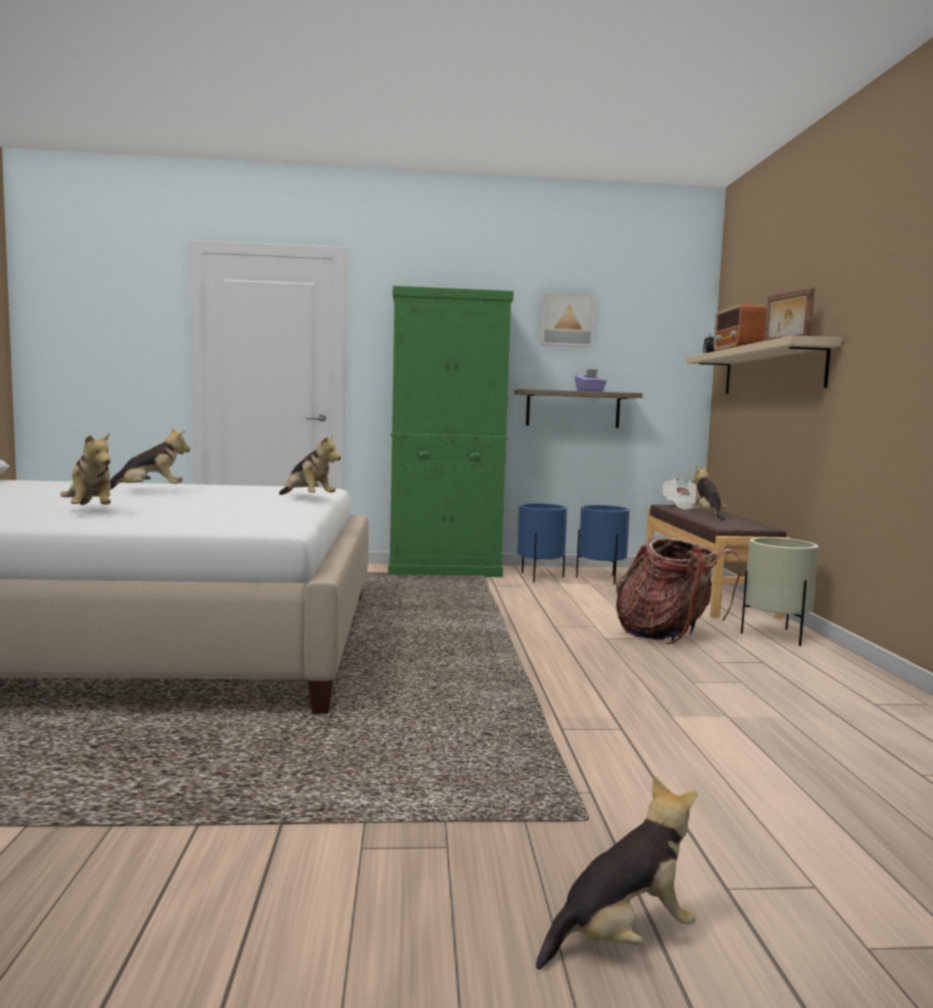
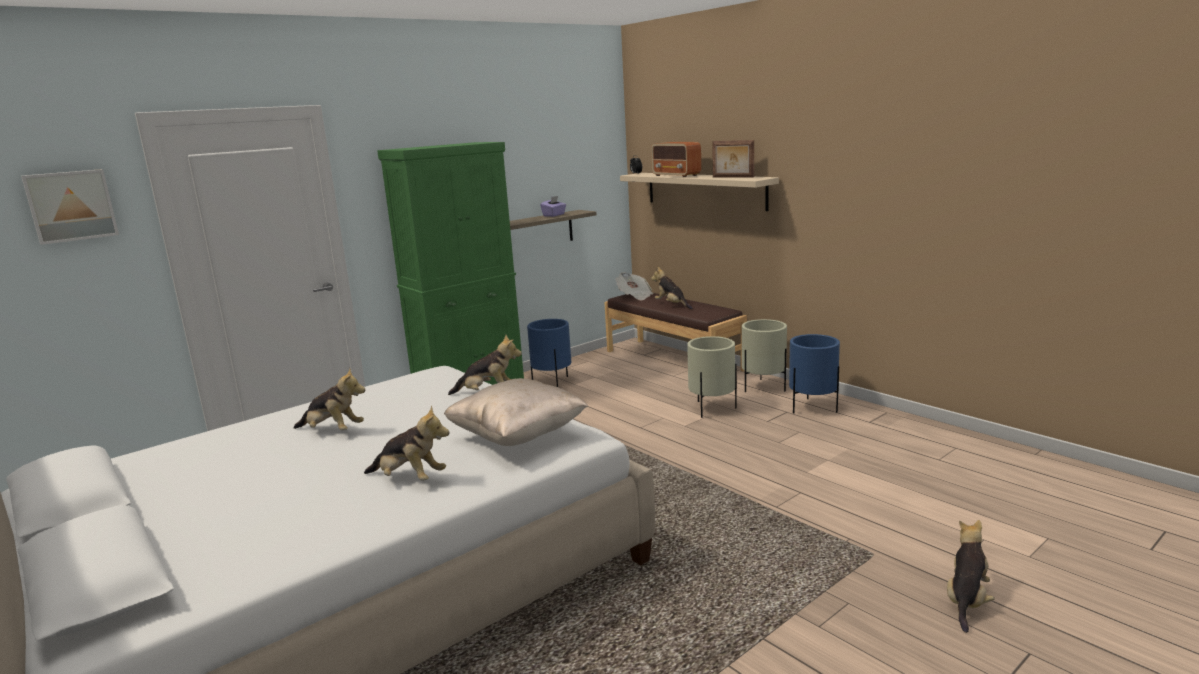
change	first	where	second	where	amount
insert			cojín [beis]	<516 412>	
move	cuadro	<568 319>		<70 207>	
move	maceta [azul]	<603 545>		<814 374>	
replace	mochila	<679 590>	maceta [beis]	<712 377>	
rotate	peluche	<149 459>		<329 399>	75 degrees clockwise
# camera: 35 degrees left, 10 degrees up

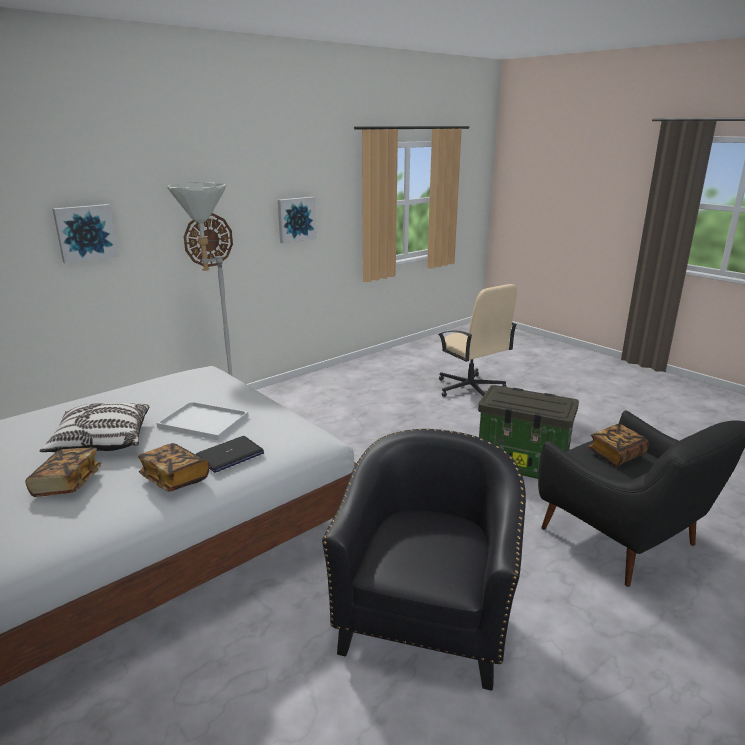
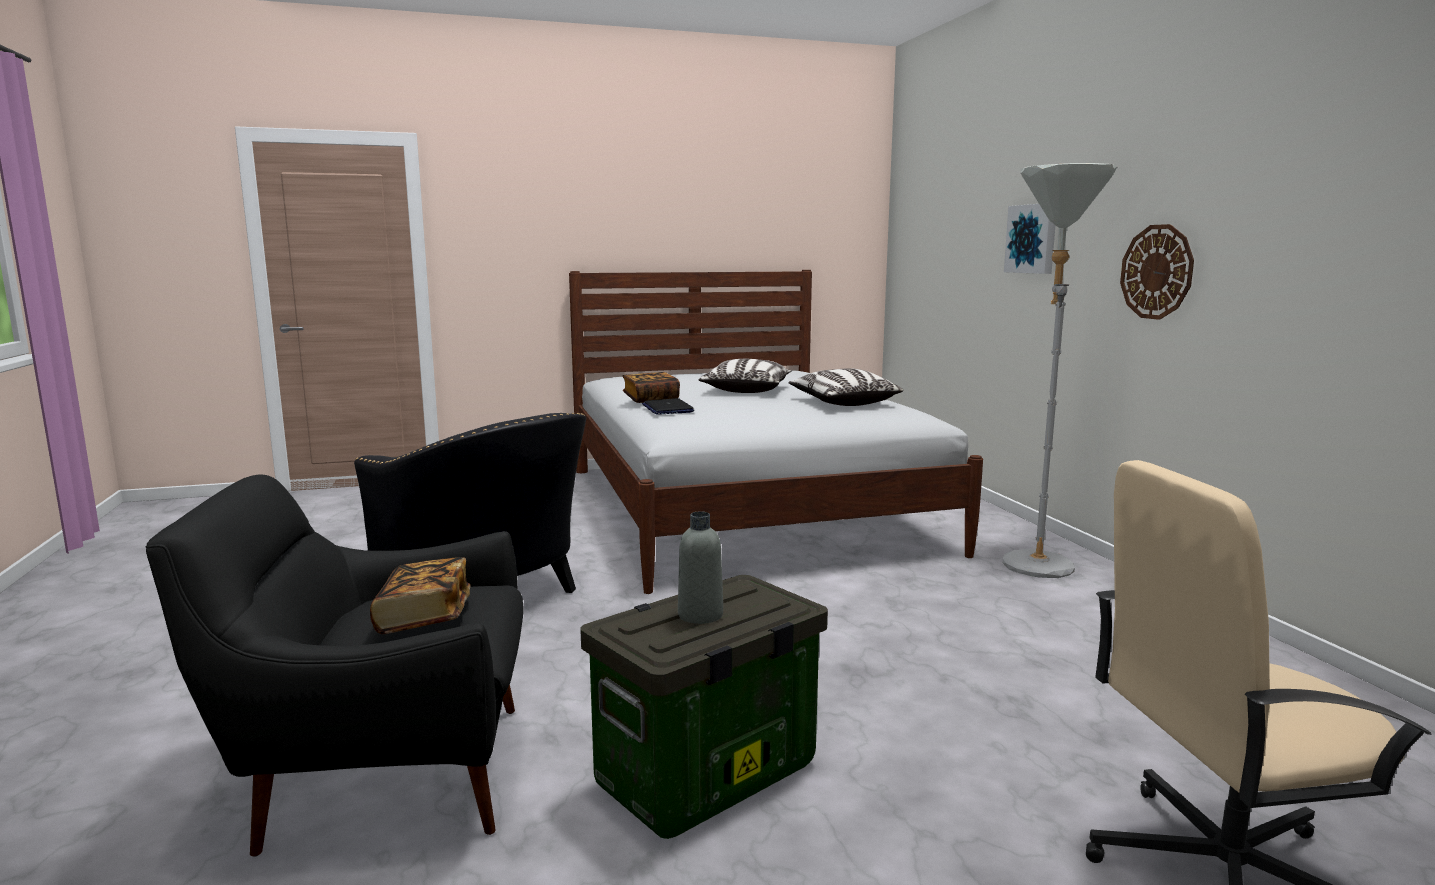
change	first	where	second	where	amount
delete	libro	<63 472>			
delete	bandeja [blanco]	<203 420>			
delete	cuadro	<297 220>			
insert			botella [gris]	<700 567>	
insert			cojín	<845 387>	
# camera: 115 degrees right, 10 degrees down

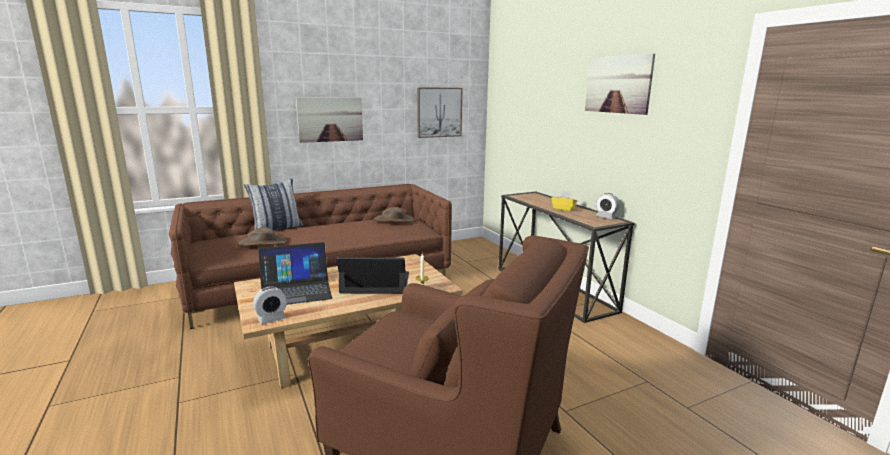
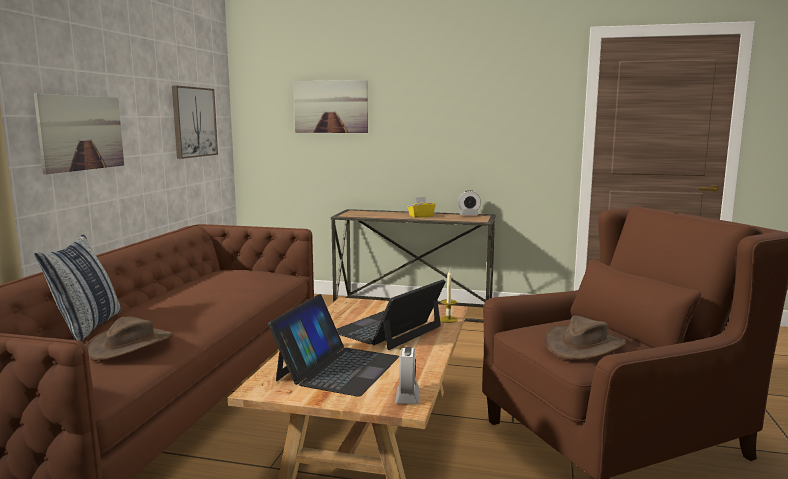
change	first	where	second	where	amount
move	sombrero [marrón]	<393 214>		<585 338>	
move	cuadro	<620 84>		<331 106>	
# camera: 50 degrees left, 5 degrees down

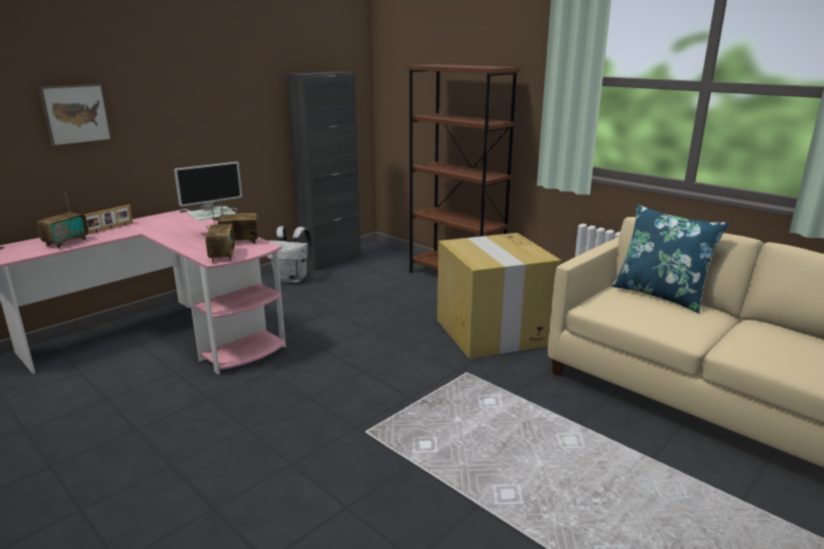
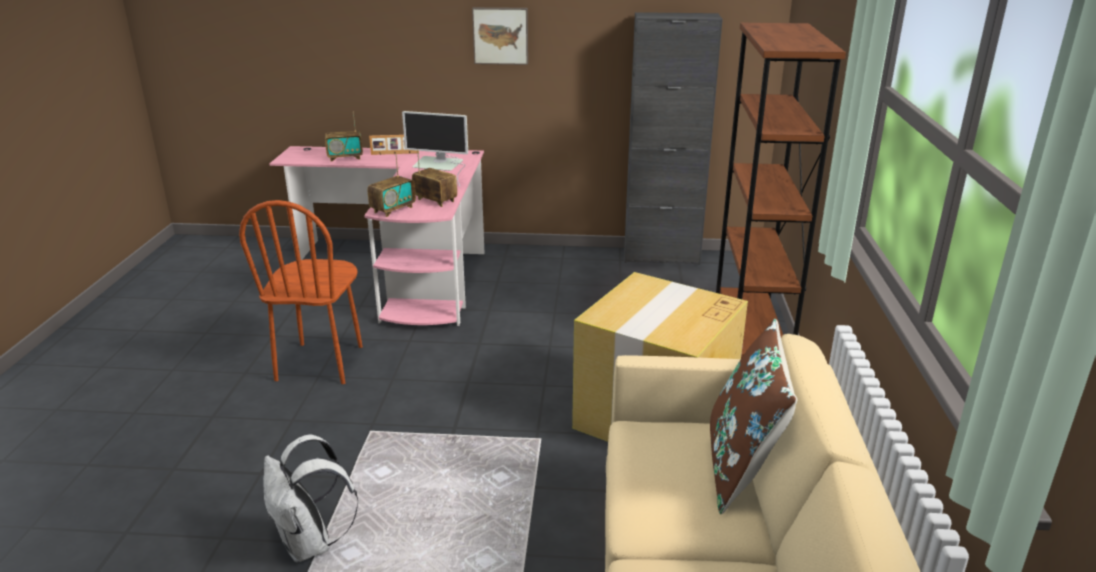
change	first	where	second	where	amount
insert			silla [marrón]	<301 292>	
move	cuadro	<75 115>		<500 36>	
move	mochila [blanco]	<289 254>		<310 498>	
recolor	cojín [azul]	<671 259>	cojín [marrón]	<753 416>	
# camera: 50 degrees right, 5 degrees up

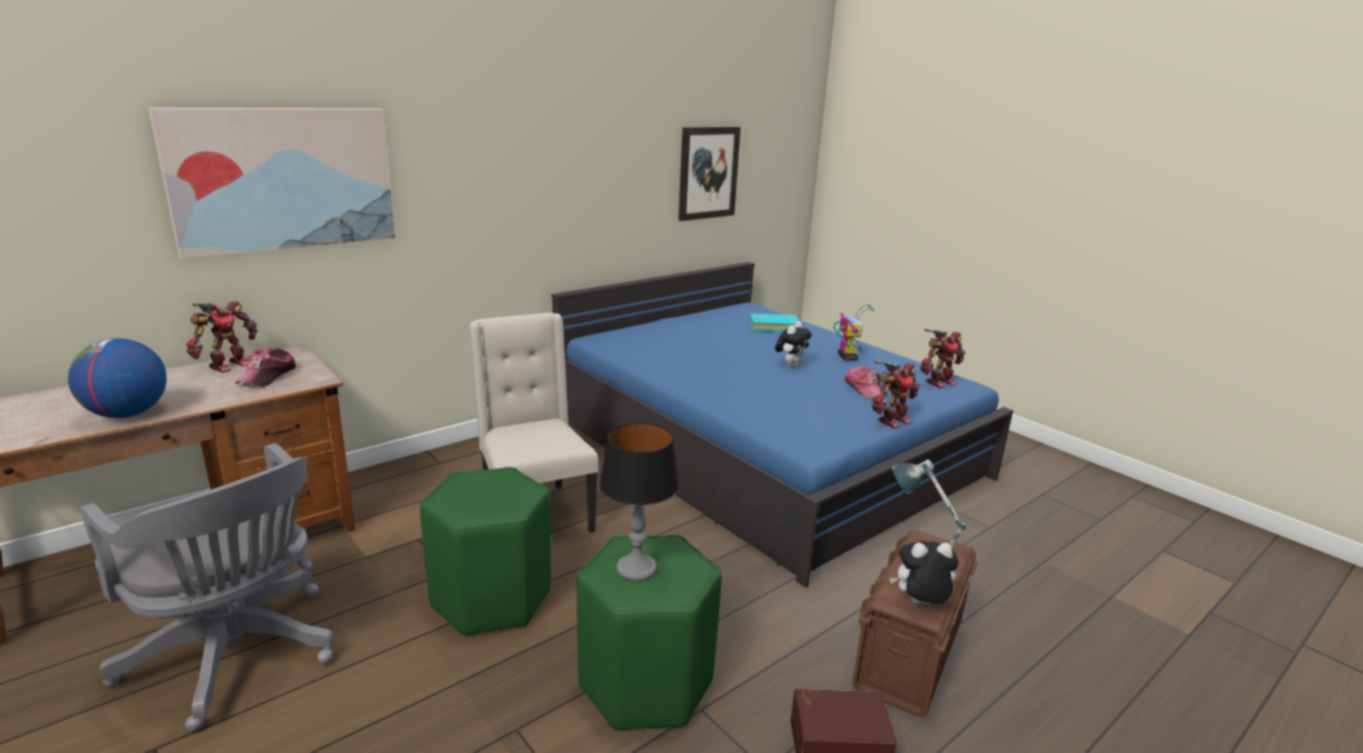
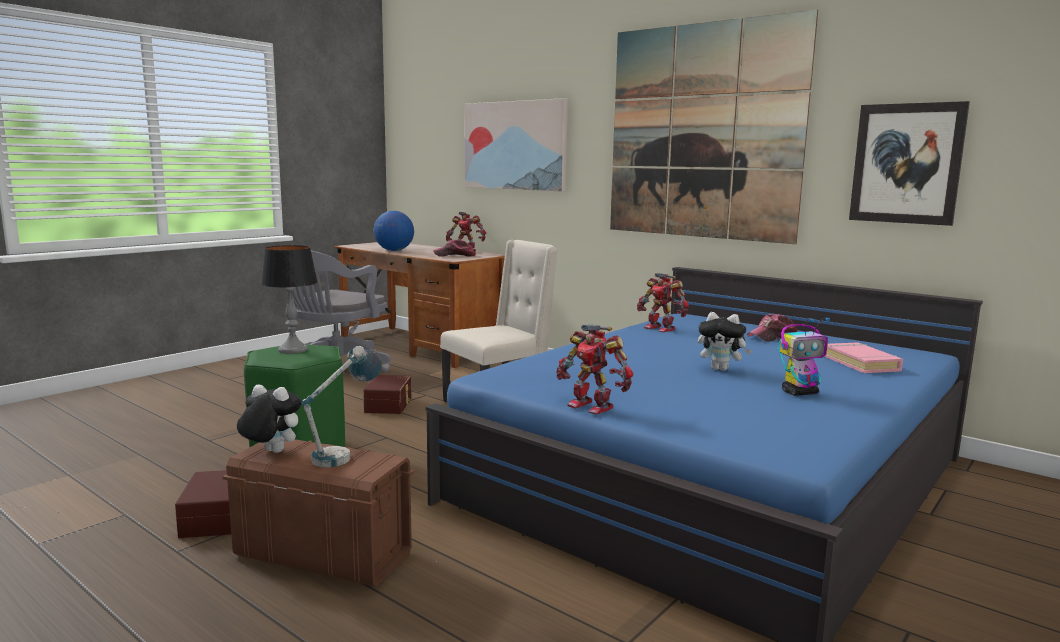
change	first	where	second	where	amount
insert			cuadro	<714 127>	
move	gorra	<866 382>		<772 328>	
move	robot de juguete	<943 358>		<663 302>	
replace	taburete [verde]	<485 551>	caja de almacenaje [marrón]	<387 394>	
recolor	libro [turquesa]	<774 322>	libro [rosa]	<863 357>	
rotate	peluche	<924 573>		<269 419>	60 degrees counterclockwise
# camera: 80 degrees right, 10 degrees down

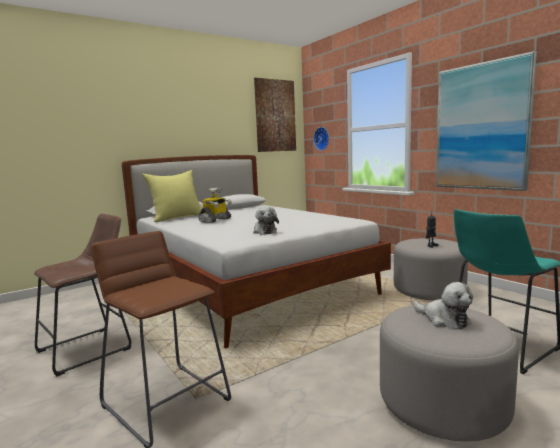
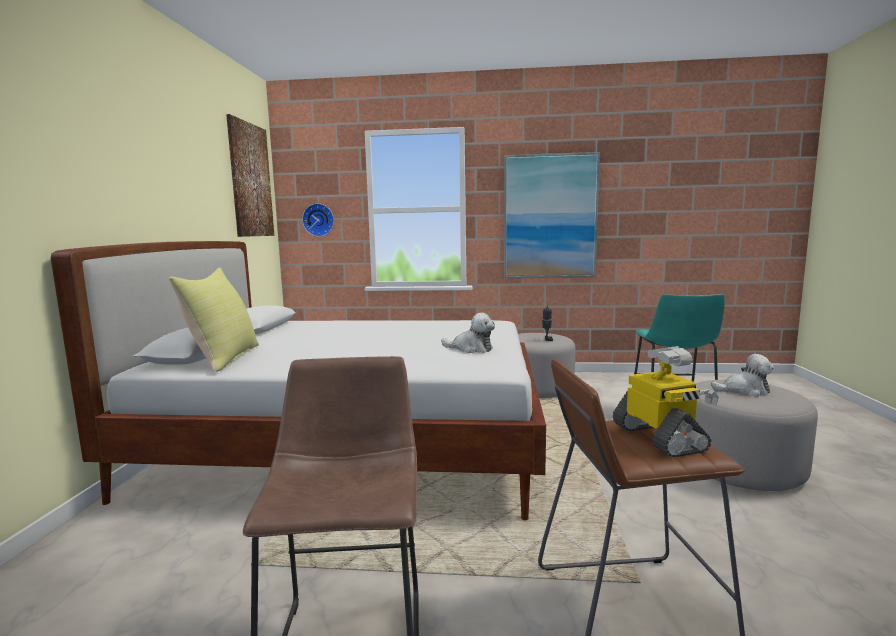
change	first	where	second	where	amount
move	robot de juguete	<215 205>		<665 401>	
# camera: 50 degrees left, 0 degrees up

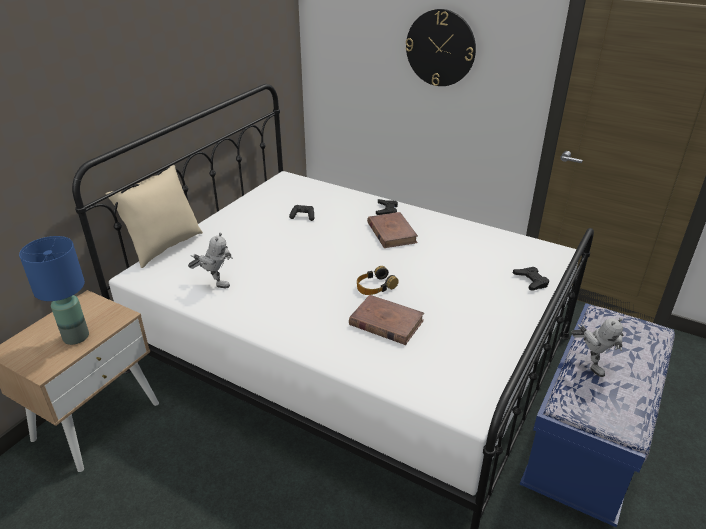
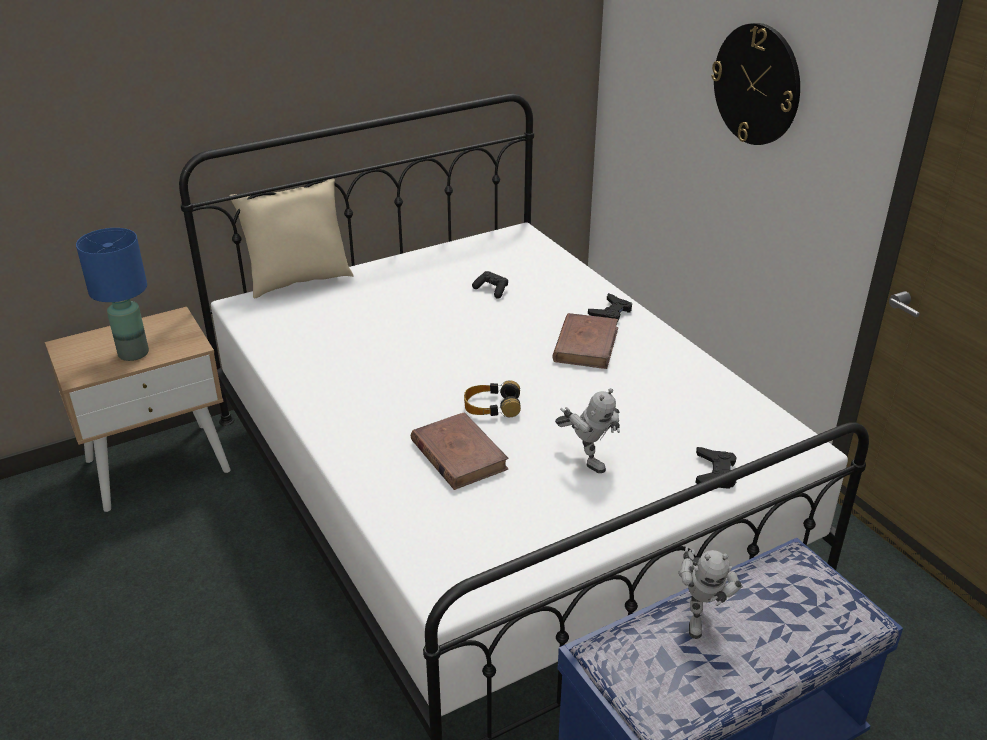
change	first	where	second	where	amount
move	robot de juguete	<210 260>		<587 430>	
# camera: 30 degrees right, 0 degrees up

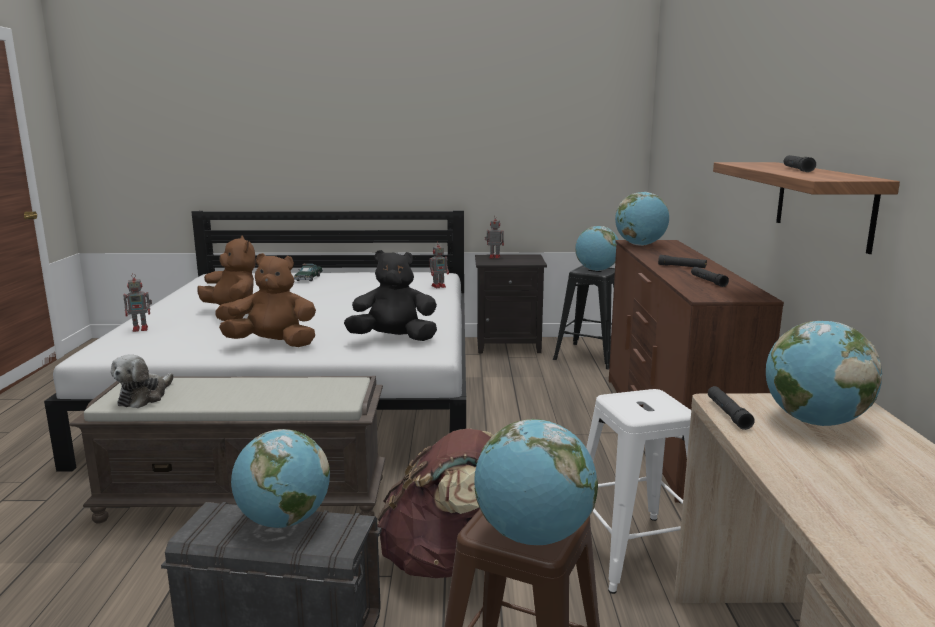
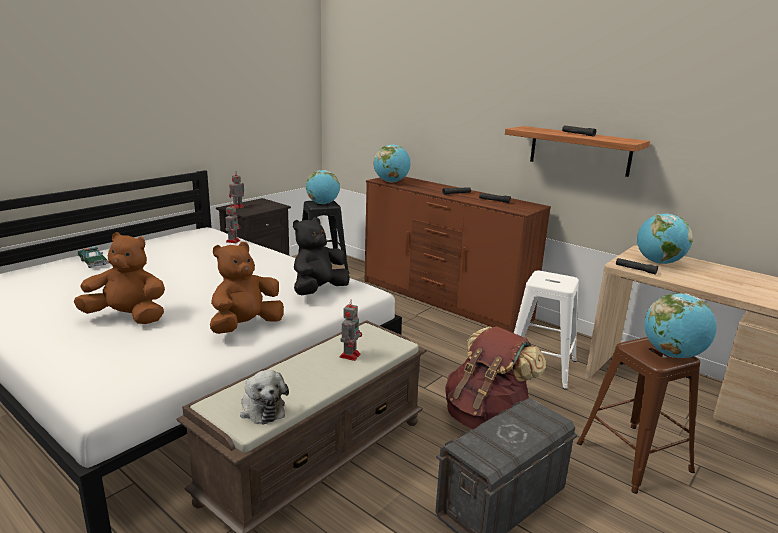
change	first	where	second	where	amount
delete	globo terráqueo	<280 478>			
move	robot de juguete	<137 302>		<351 330>	
# camera: 50 degrees left, 5 degrees up

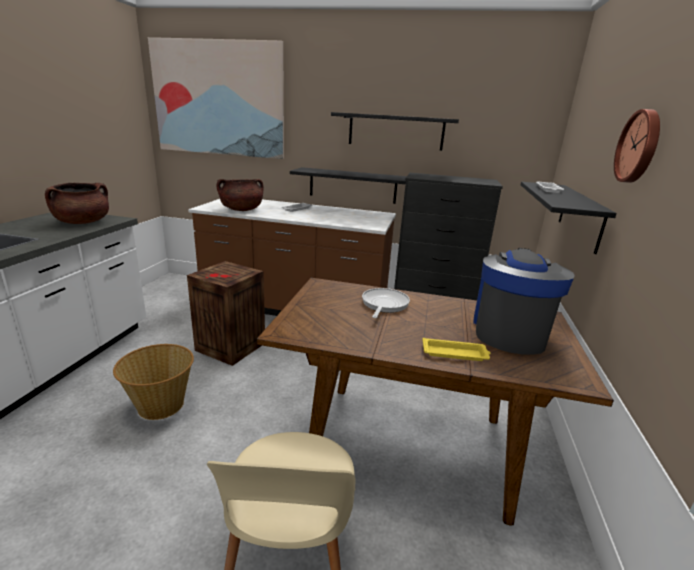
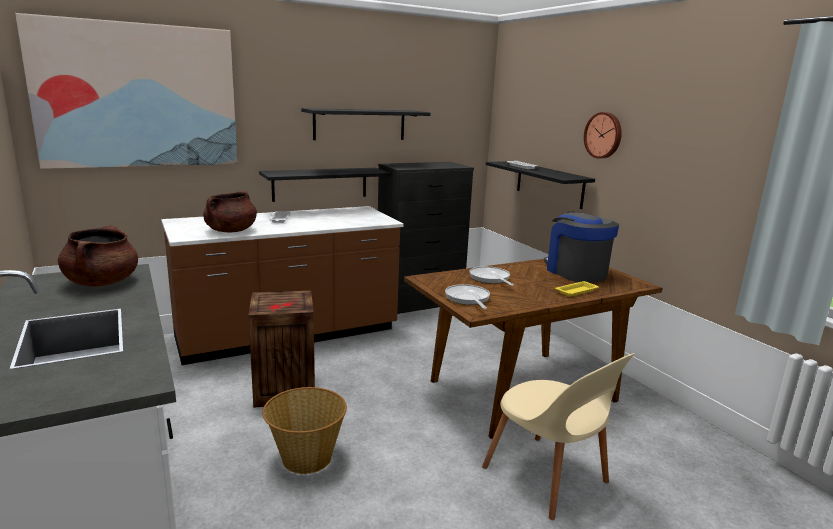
change	first	where	second	where	amount
insert			sartén	<467 296>	
# camera: 40 degrees left, 5 degrees down

